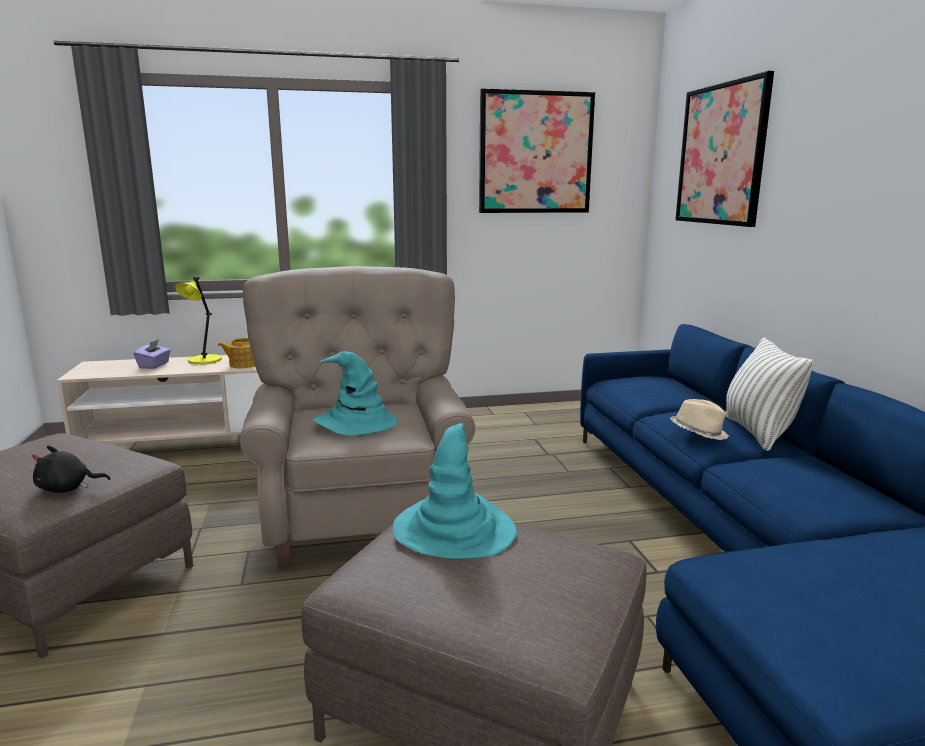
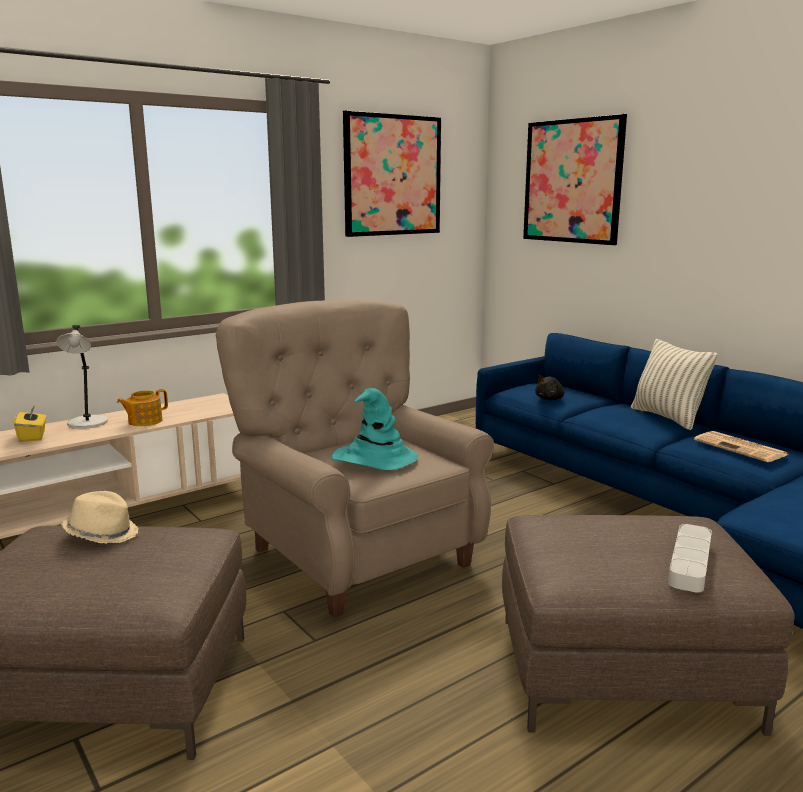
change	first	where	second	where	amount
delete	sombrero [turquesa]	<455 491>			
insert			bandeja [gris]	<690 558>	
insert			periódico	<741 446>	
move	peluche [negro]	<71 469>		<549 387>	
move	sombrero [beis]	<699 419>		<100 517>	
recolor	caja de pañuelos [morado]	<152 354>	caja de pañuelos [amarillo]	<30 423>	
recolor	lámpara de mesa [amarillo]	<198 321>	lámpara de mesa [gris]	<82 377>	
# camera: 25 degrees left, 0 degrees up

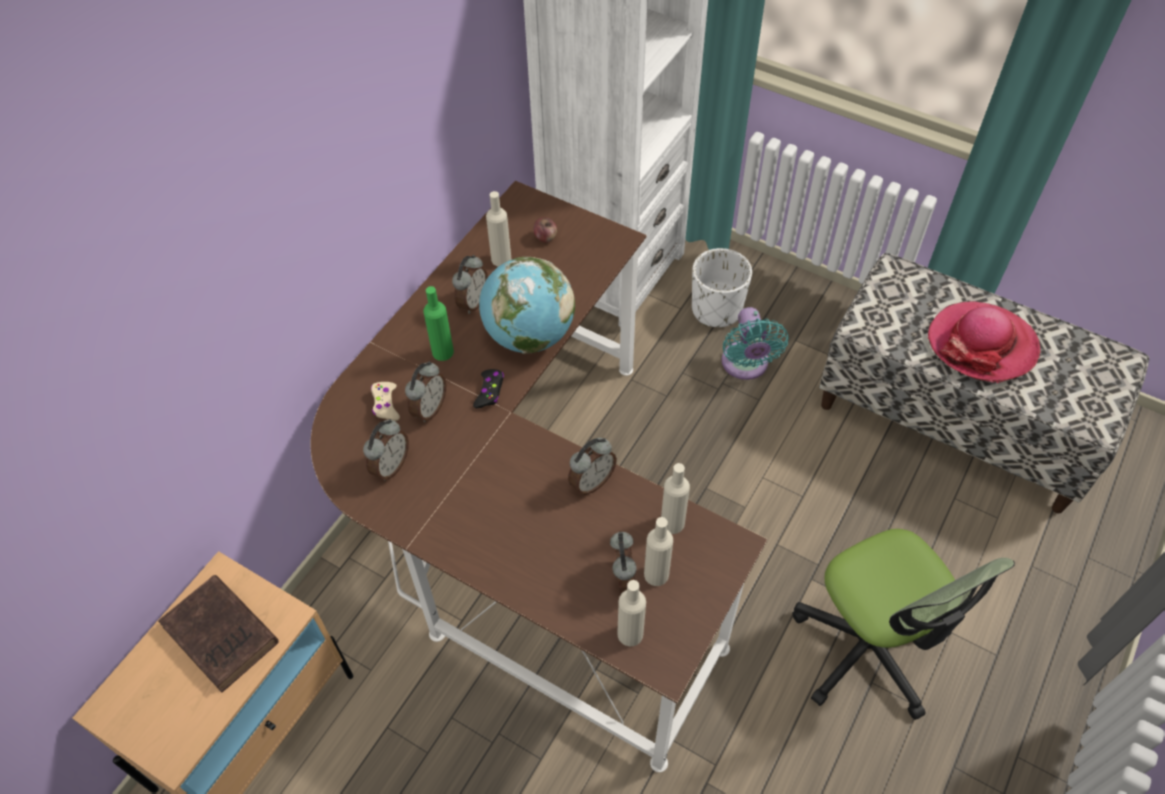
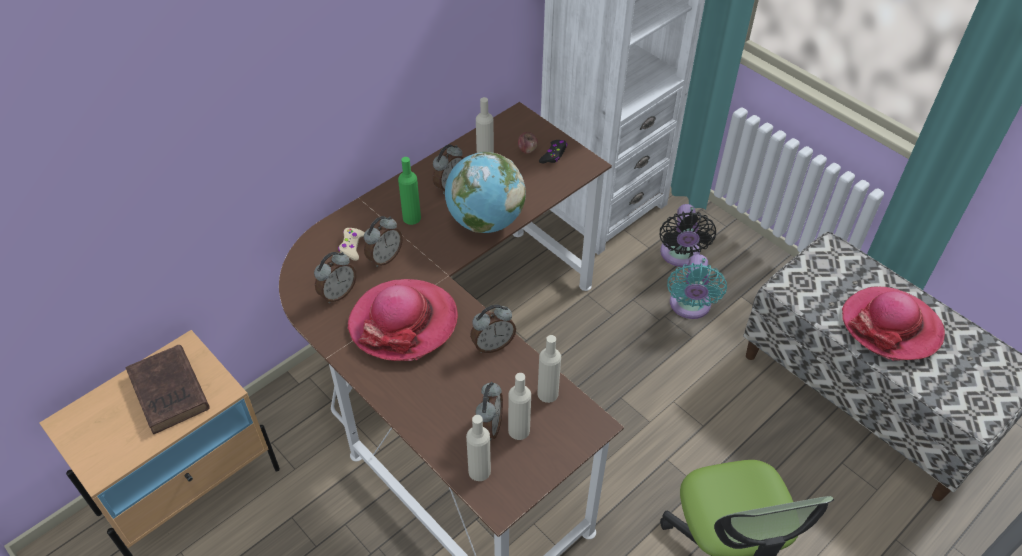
change	first	where	second	where	amount
insert			sombrero	<402 320>	
move	mando de consola [negro]	<488 389>		<553 151>	
replace	maceta [blanco]	<722 287>	ventilador [negro]	<688 235>	
# camera: 15 degrees right, 5 degrees down

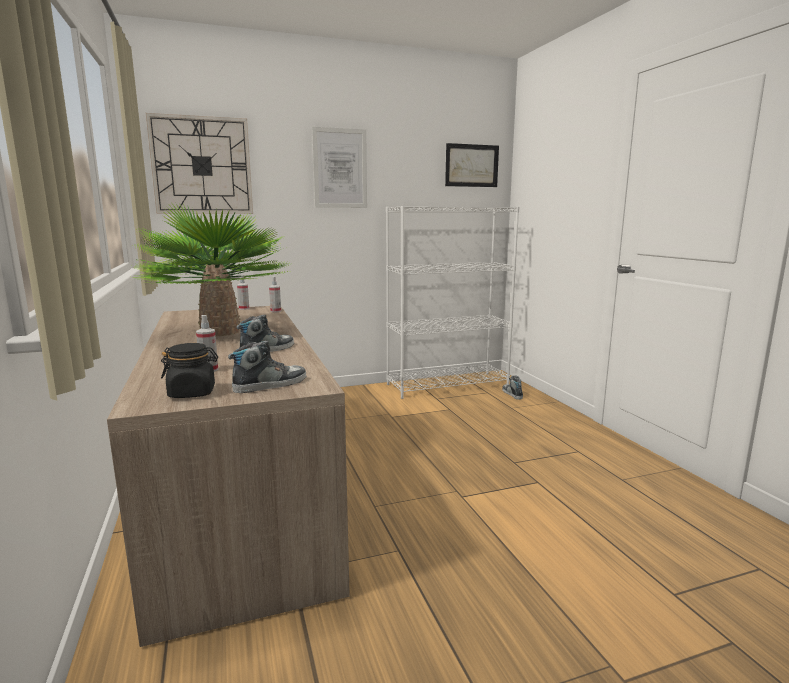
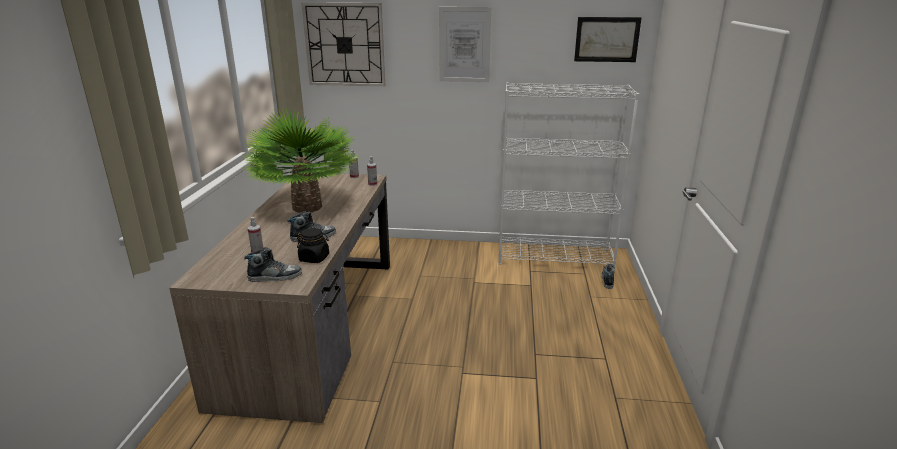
change	first	where	second	where	amount
move	tarro [negro]	<189 370>		<313 245>	
# camera: 25 degrees right, 10 degrees up

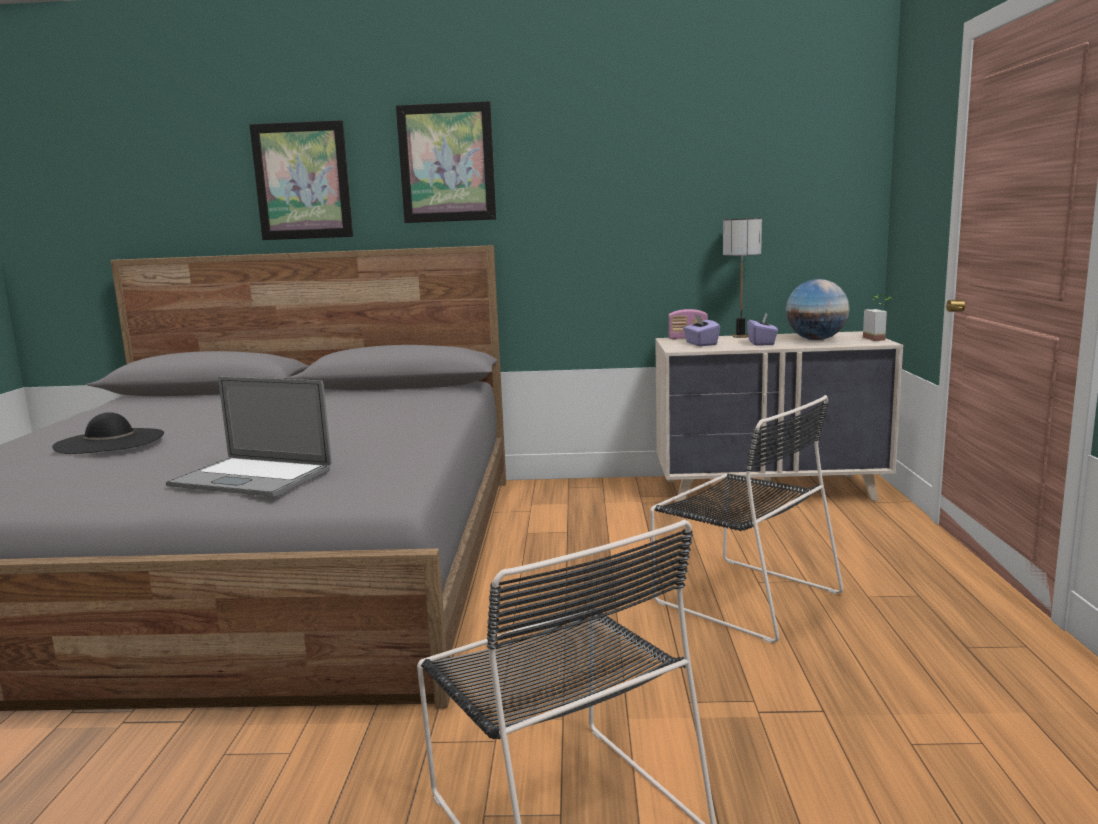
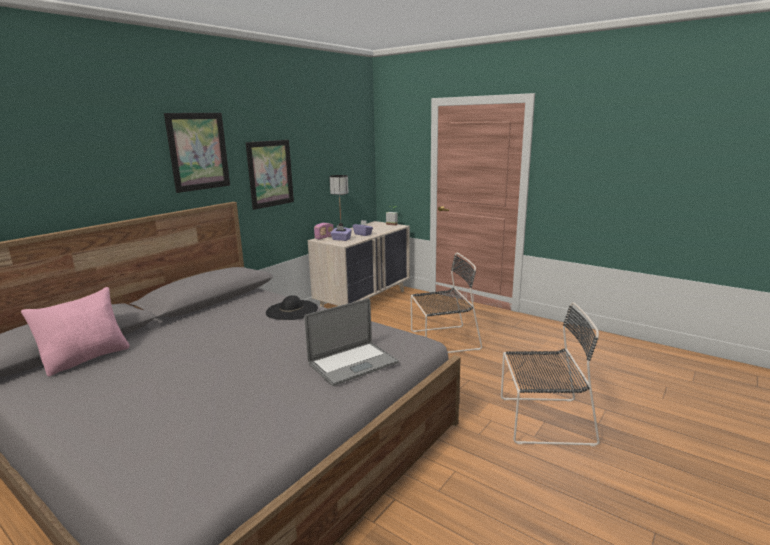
change	first	where	second	where	amount
delete	globo terráqueo	<818 309>			
insert			cojín [rosa]	<75 331>	
move	sombrero [negro]	<108 433>		<292 307>	
move	cuadro	<301 180>		<270 175>	
# camera: 55 degrees left, 5 degrees up

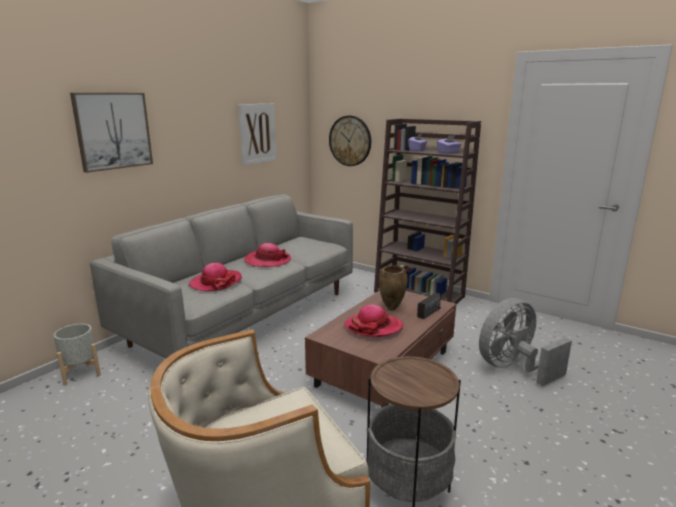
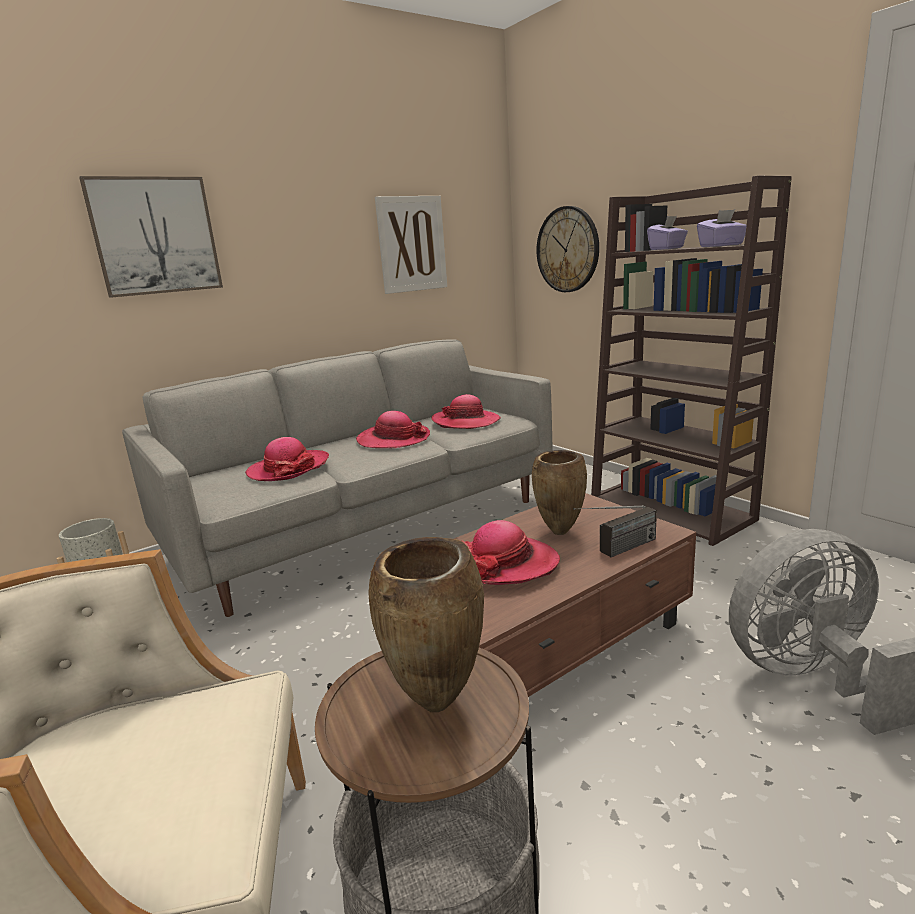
change	first	where	second	where	amount
insert			florero [marrón]	<426 624>	
insert			sombrero	<466 411>	
# camera: 20 degrees right, 0 degrees up

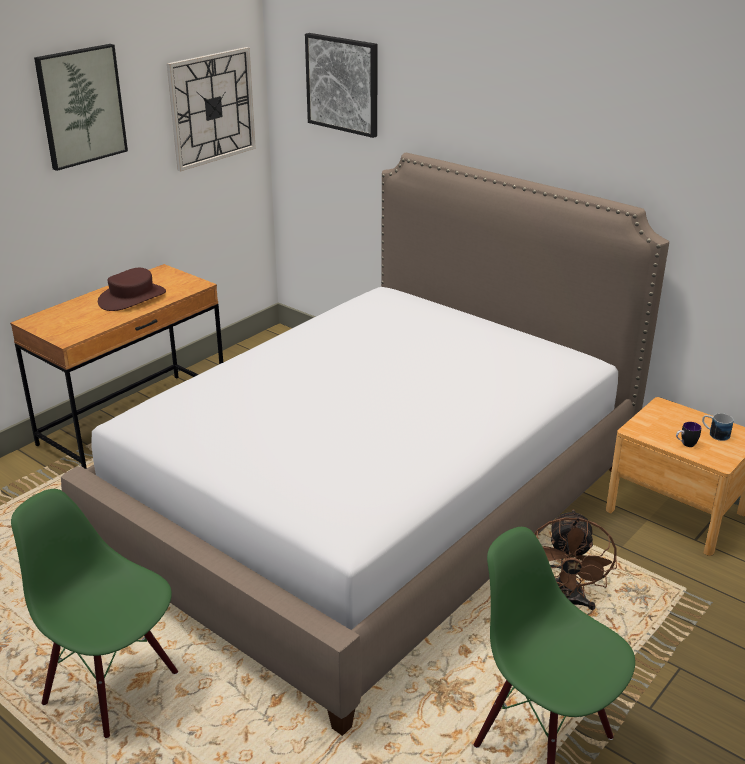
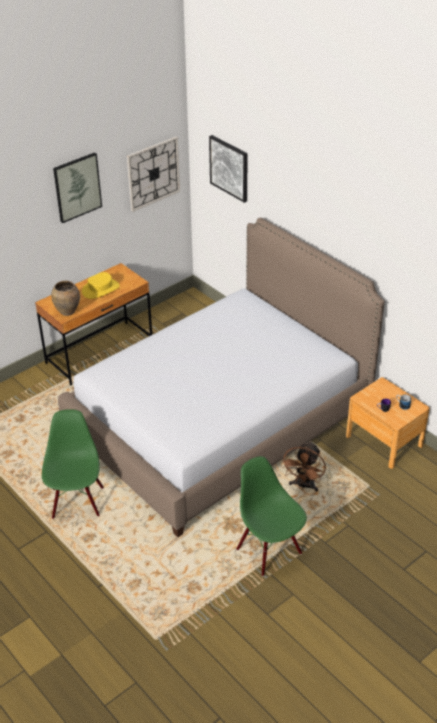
change	first	where	second	where	amount
insert			florero [marrón]	<65 298>	
recolor	sombrero [marrón]	<132 289>	sombrero [amarillo]	<101 285>	
rotate	silla [verde]	<94 614>		<73 464>	45 degrees clockwise
# camera: 10 degrees right, 10 degrees up

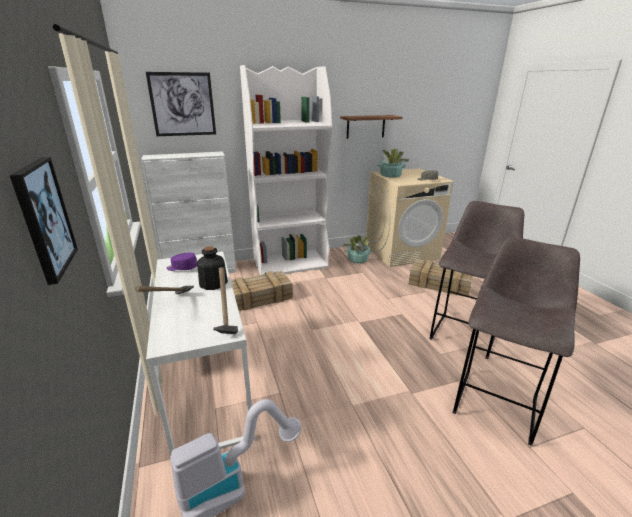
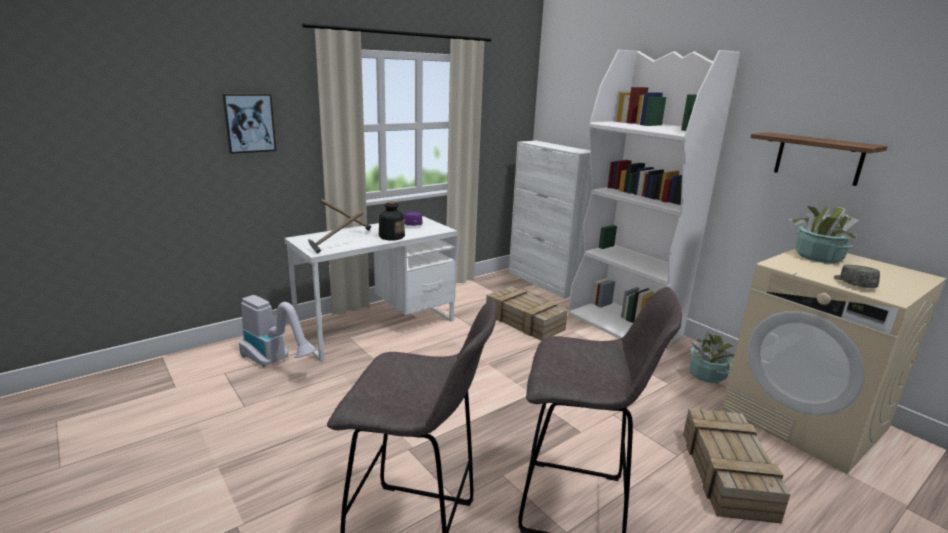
change	first	where	second	where	amount
delete	cuadro	<181 104>			
# camera: 70 degrees right, 5 degrees down

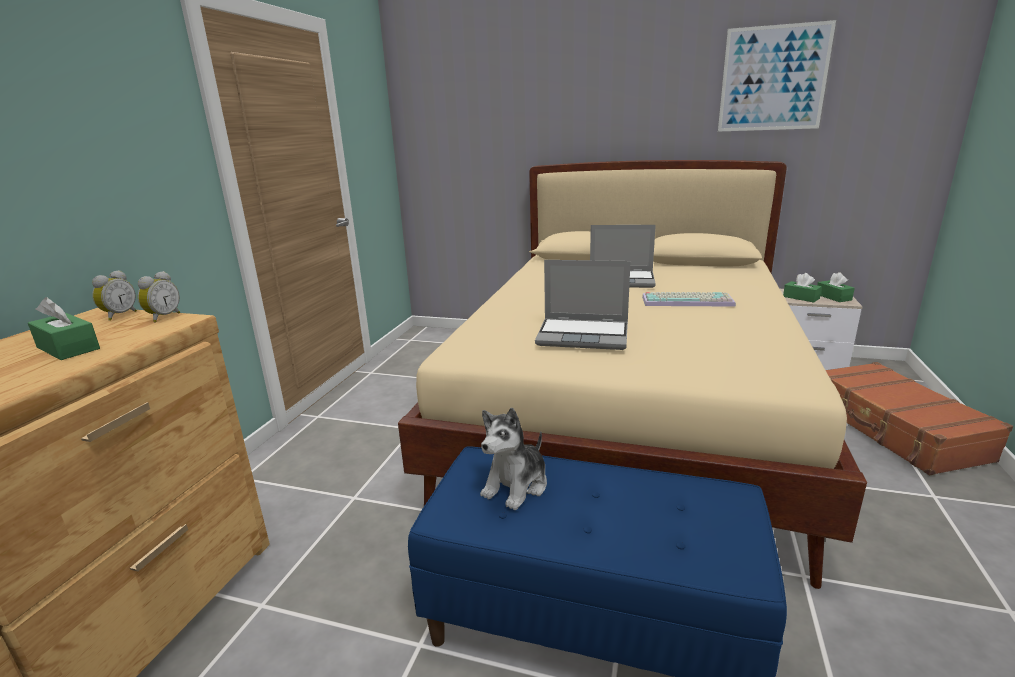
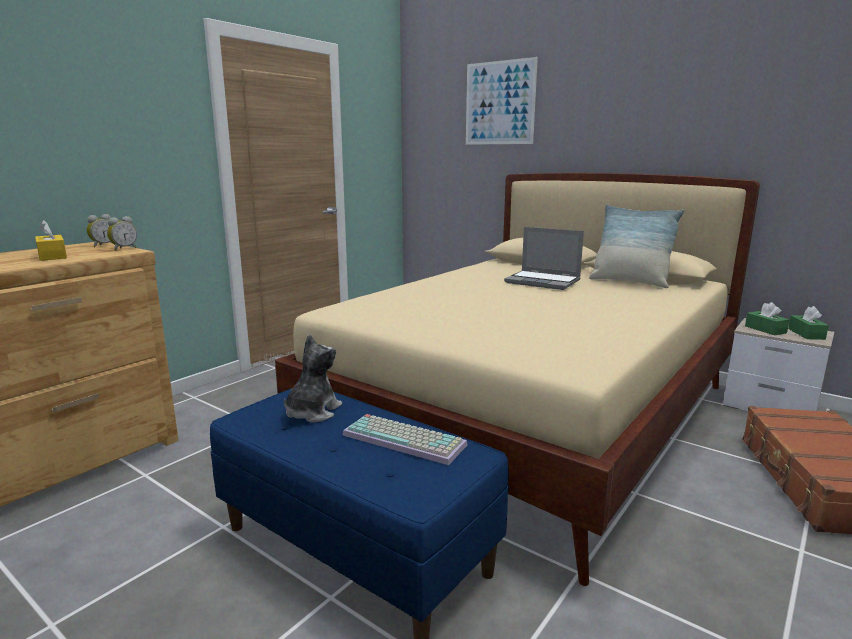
change	first	where	second	where	amount
delete	portátil	<583 305>			
insert			cojín	<636 246>	
move	teclado	<689 299>		<405 439>	
move	cuadro	<777 76>		<502 101>	
recolor	caja de pañuelos [verde]	<64 328>	caja de pañuelos [amarillo]	<51 240>	
rotate	peluche	<513 459>		<313 378>	150 degrees clockwise
# camera: 20 degrees right, 5 degrees down

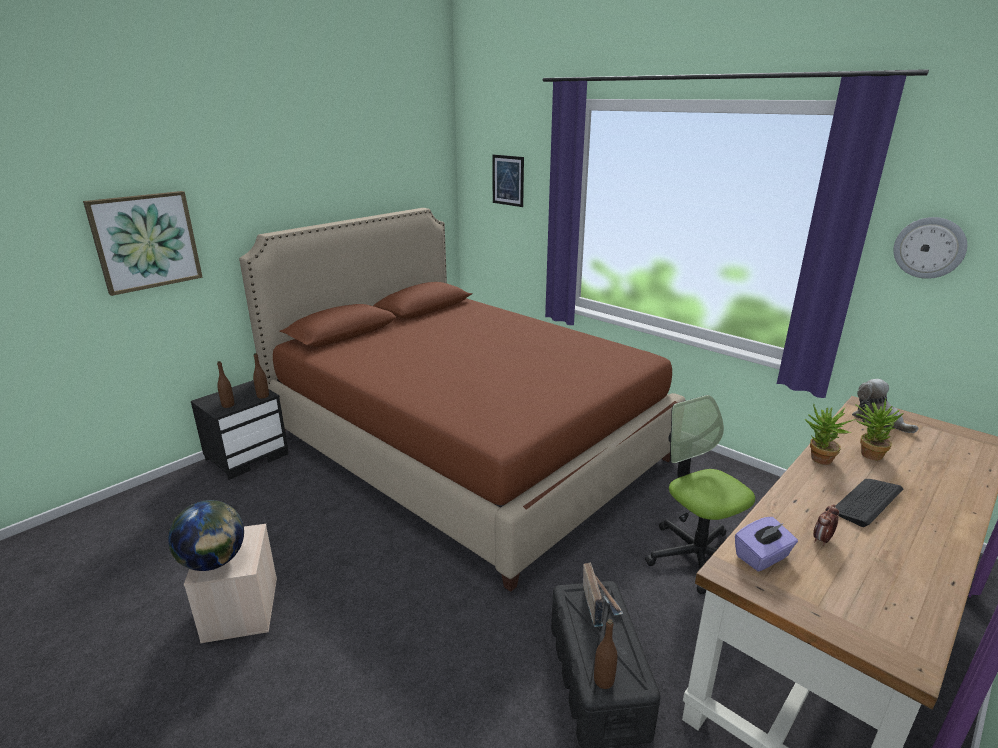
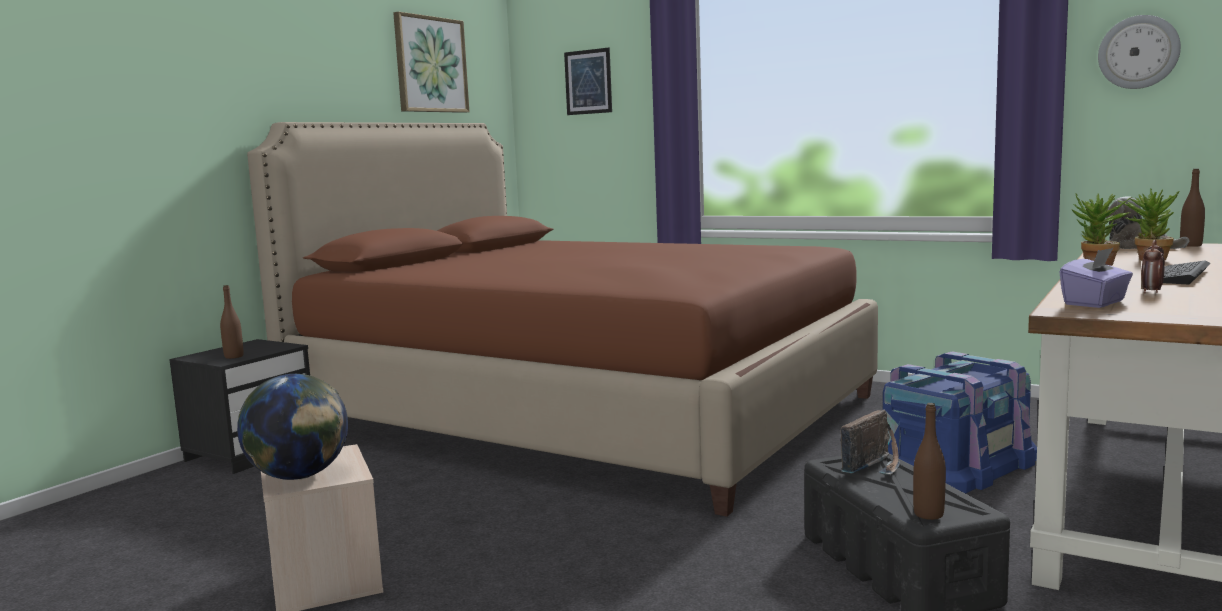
change	first	where	second	where	amount
move	cuadro	<143 243>		<431 62>	
move	botella [marrón]	<261 376>		<1192 208>	
replace	silla de oficina	<700 494>	caja de almacenaje [azul]	<960 422>	
rotate	radio	<603 594>		<870 442>	60 degrees clockwise
# camera: 10 degrees left, 15 degrees down

